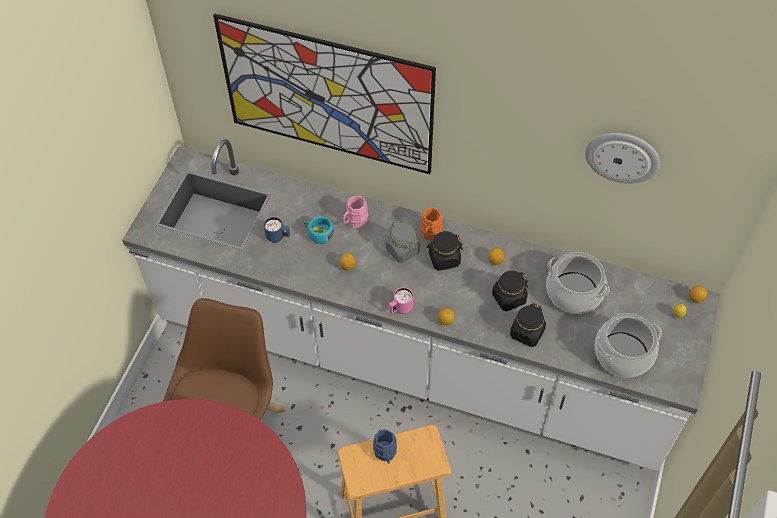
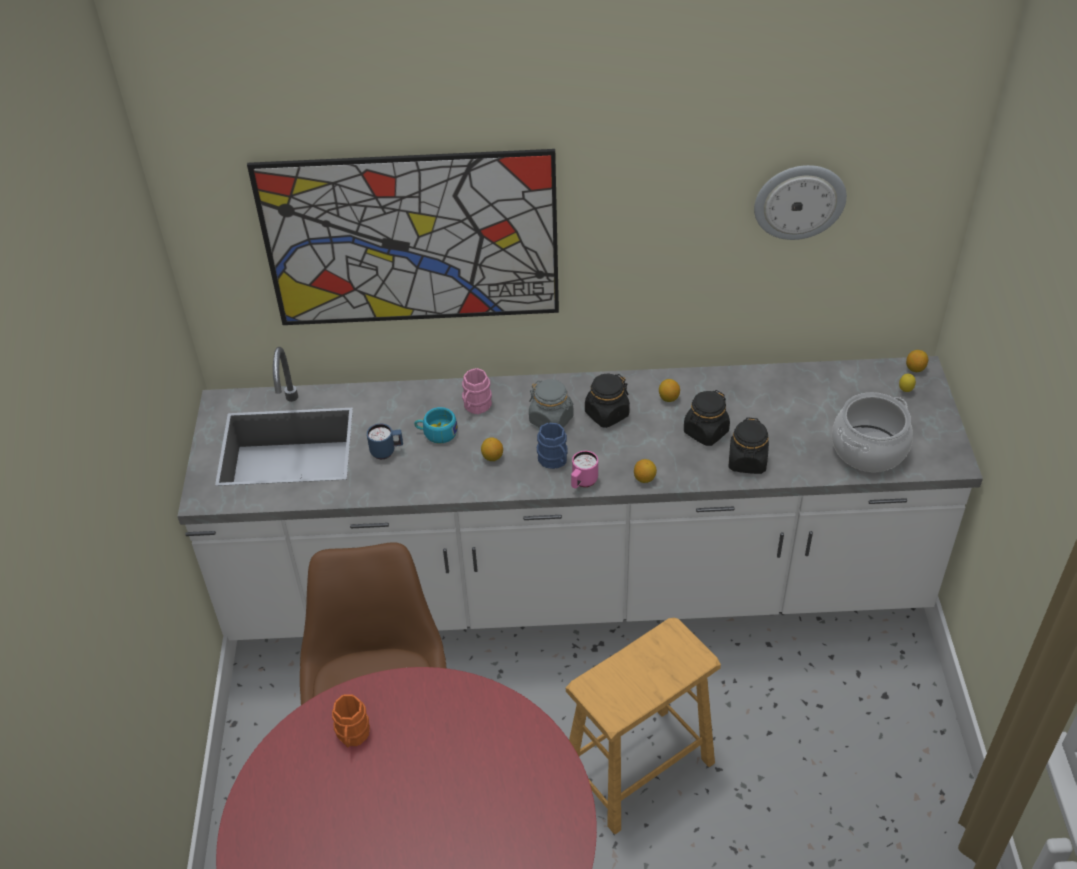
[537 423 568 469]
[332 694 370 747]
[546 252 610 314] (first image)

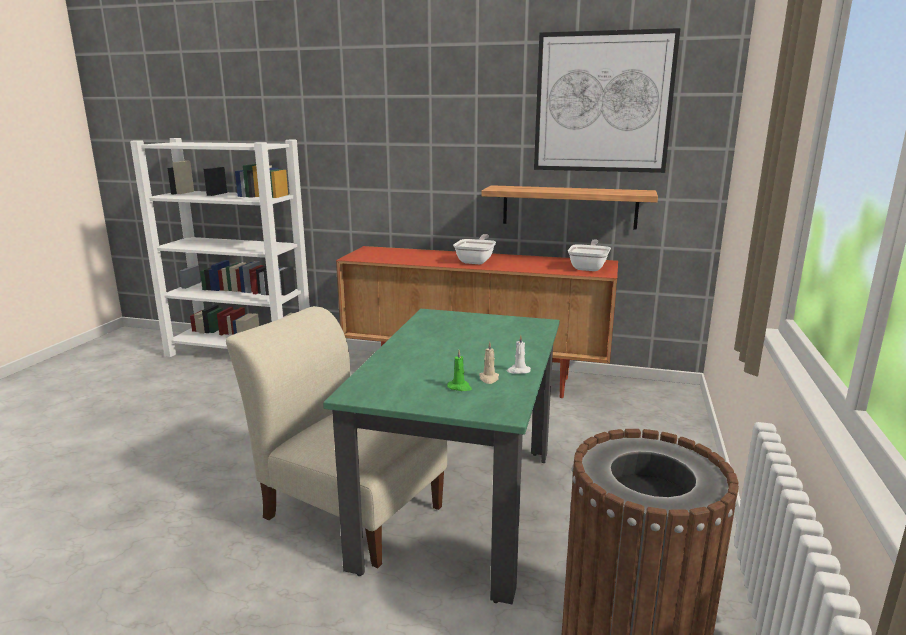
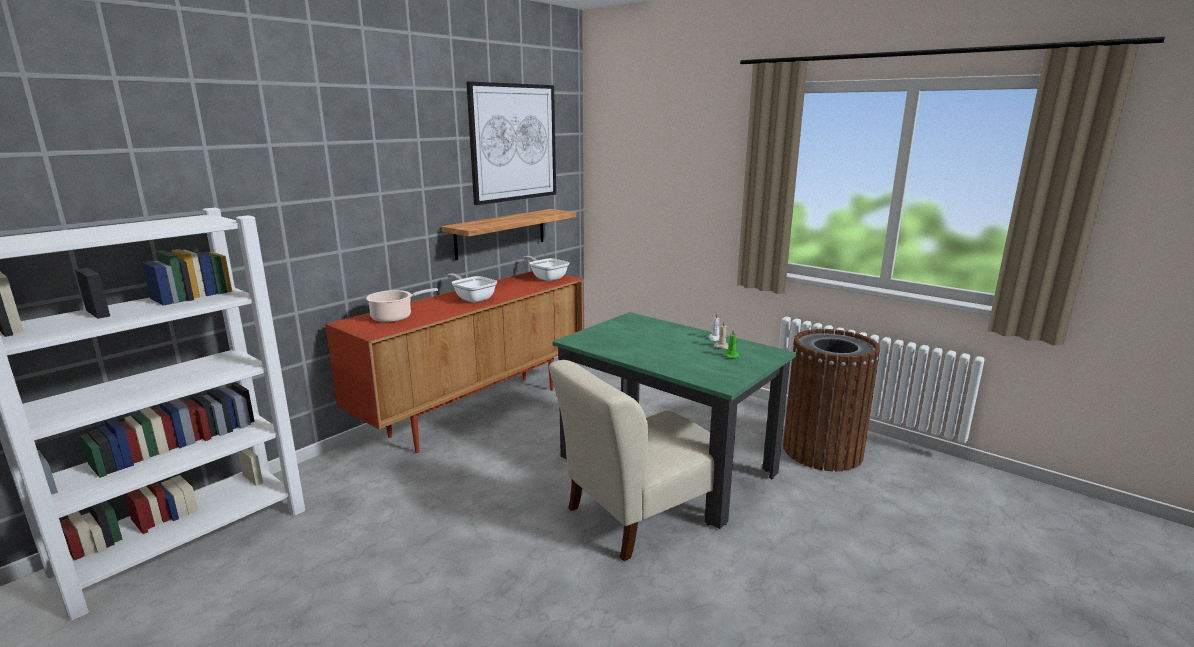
[366 288 438 322]

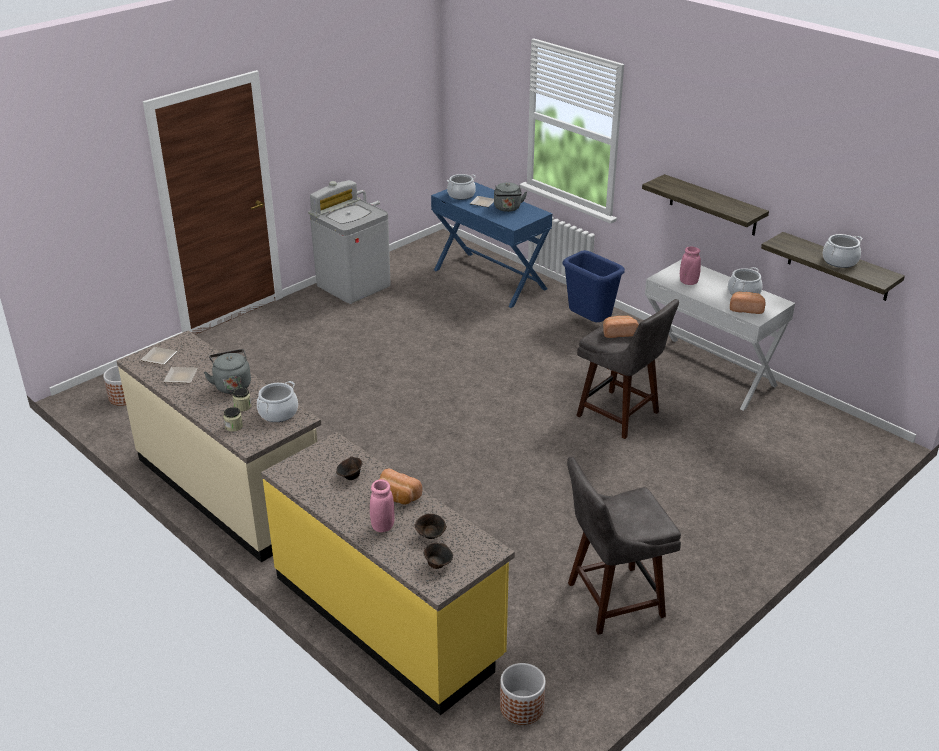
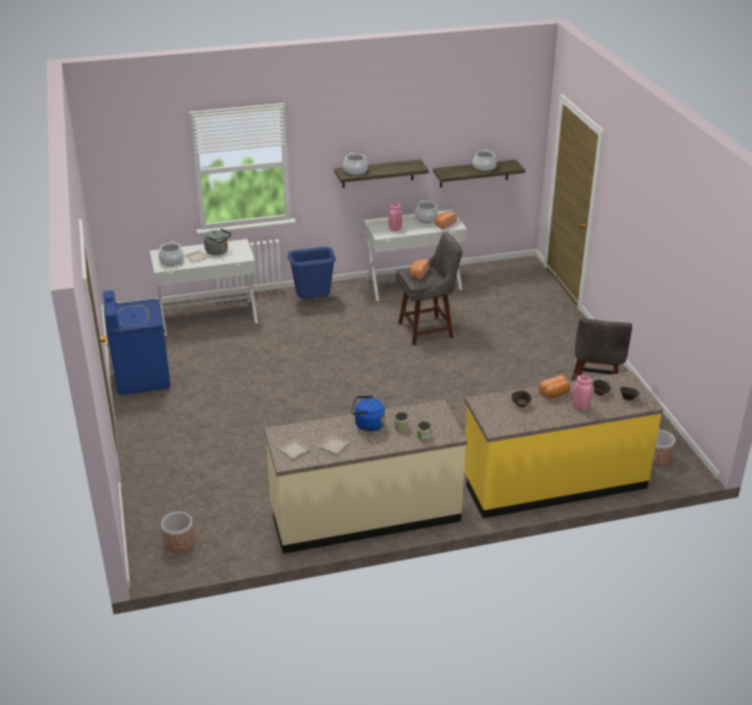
[351 395 385 432]
[343 152 368 175]
[103 290 170 395]
[150 239 258 336]

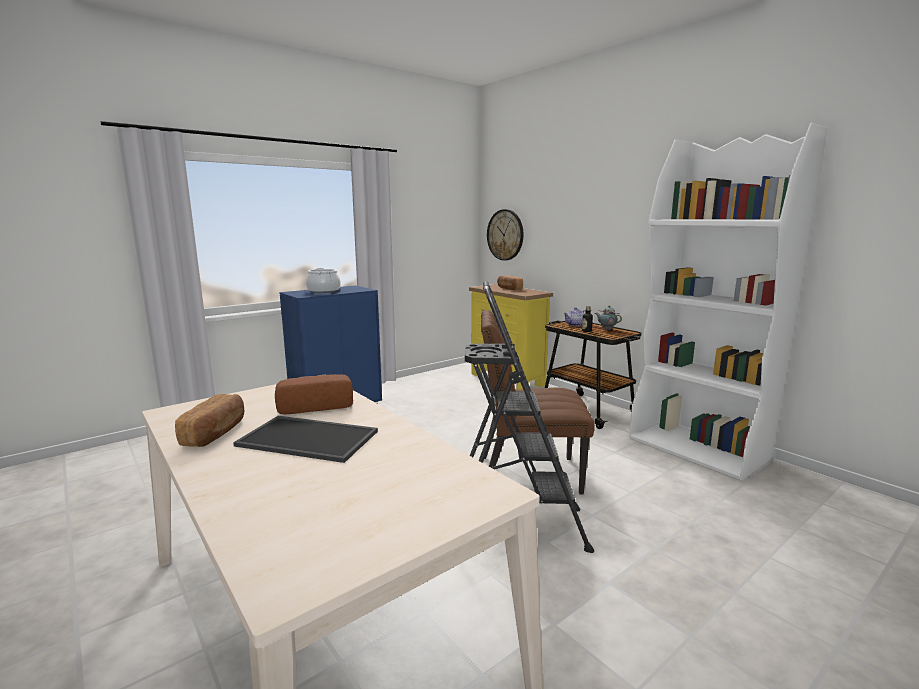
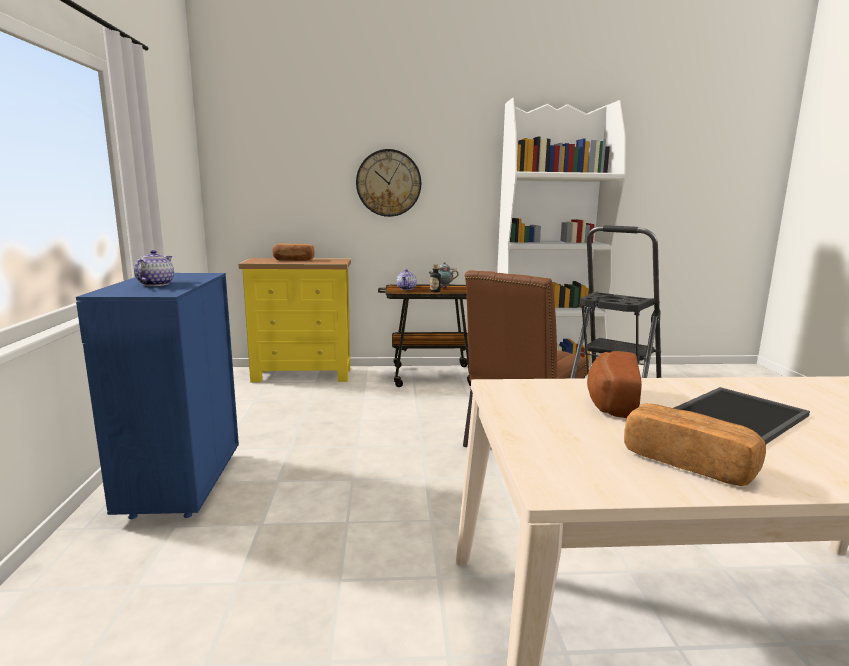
[134 250 174 286]
[356 149 421 217]

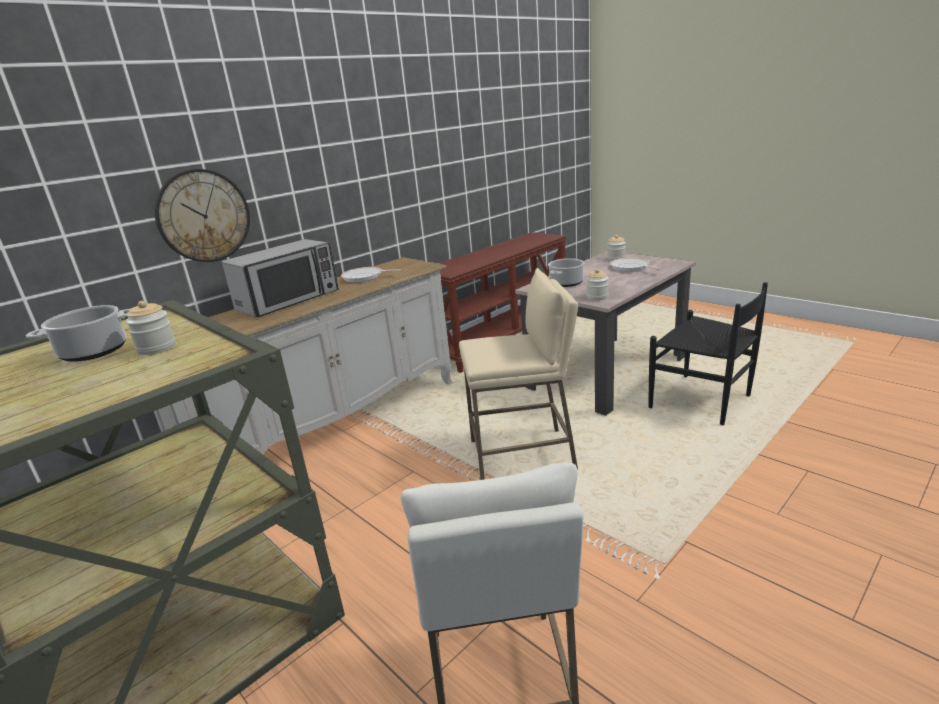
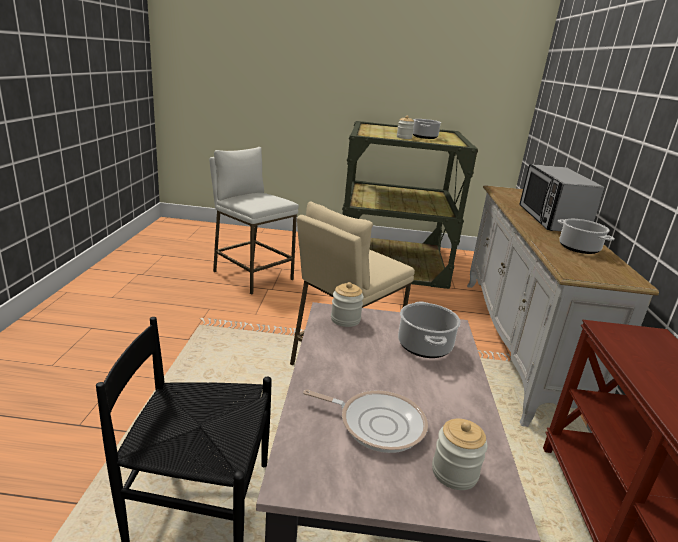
[155 169 250 262] (first image)
[558 219 615 254]

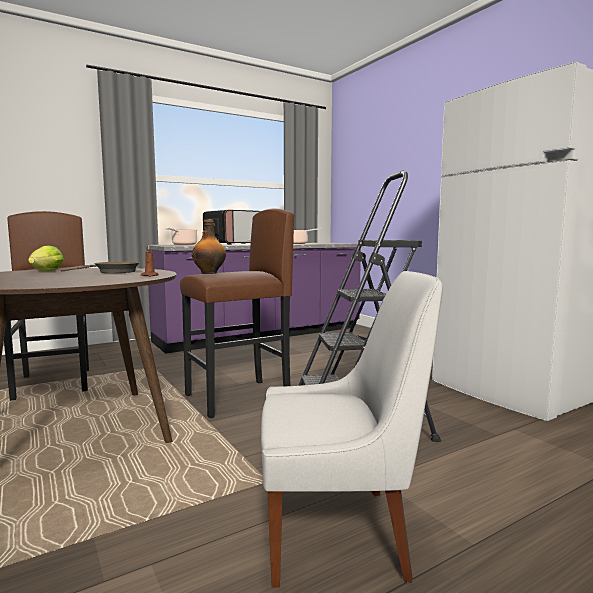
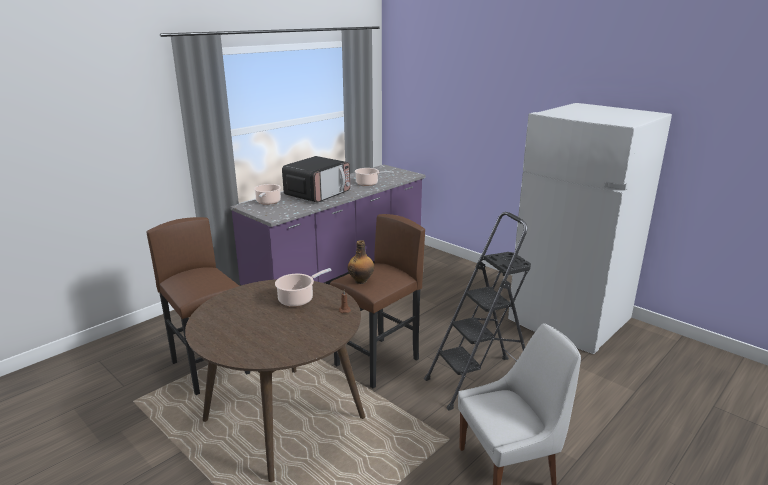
[28 245 64 271] (first image)
[275 268 332 307]

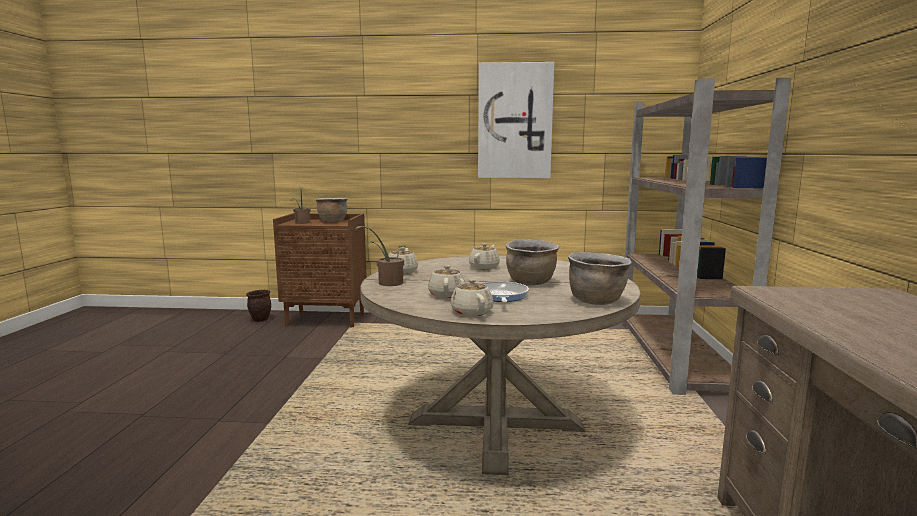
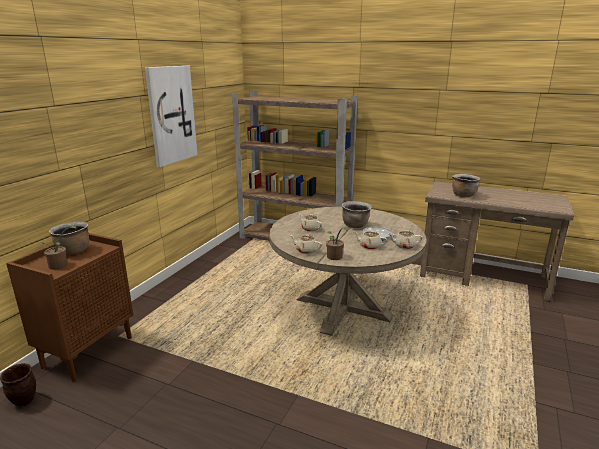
[452 174 480 197]

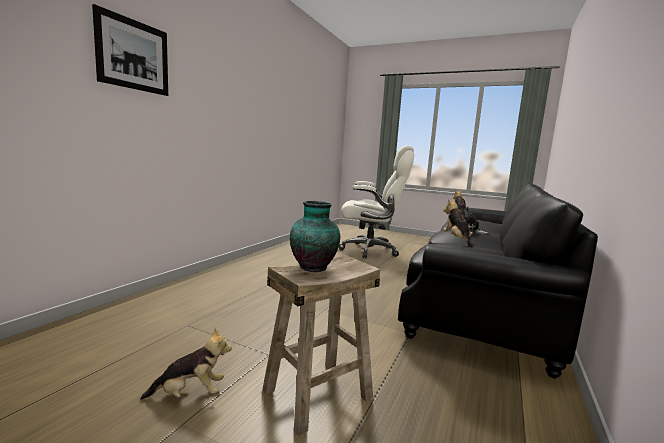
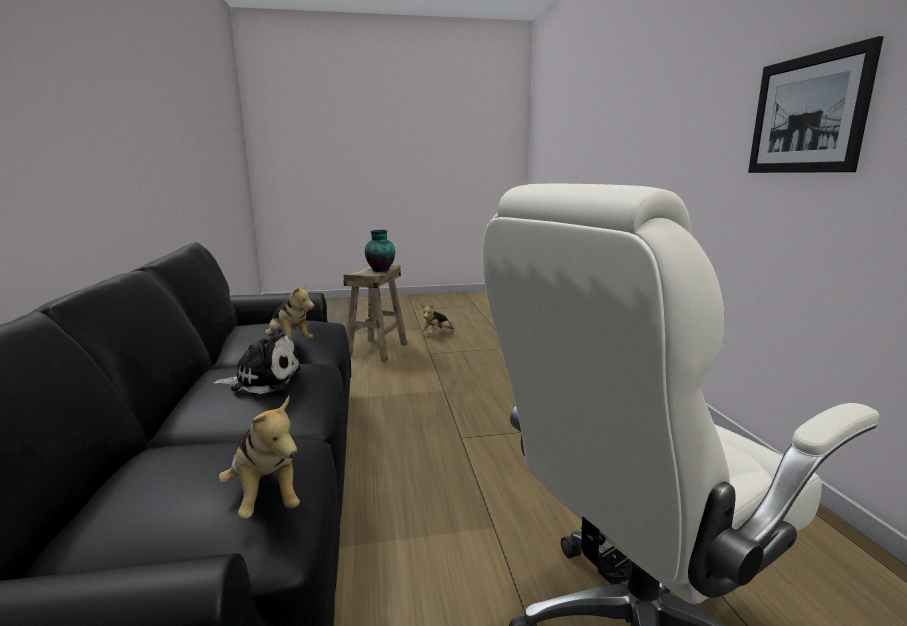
[748 36 883 173]

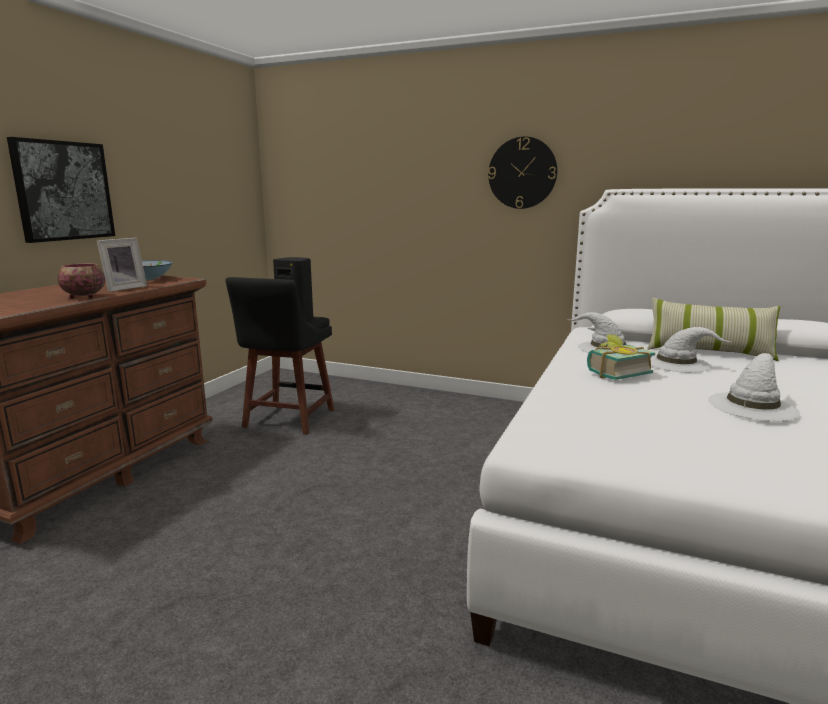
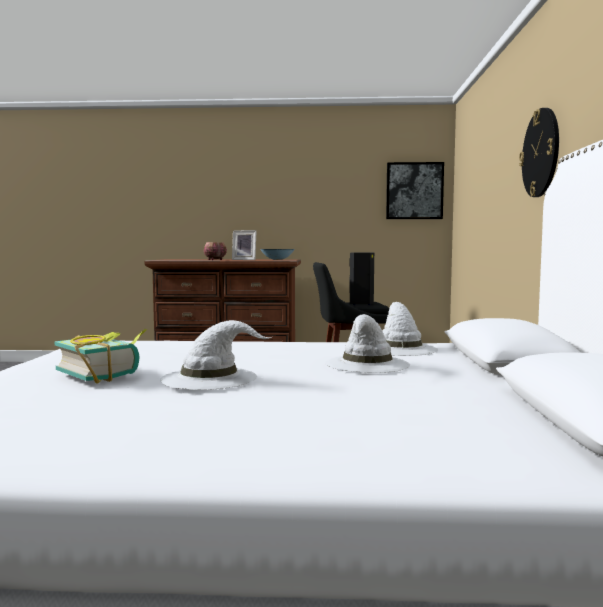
[386 162 444 219]
[55 329 147 384]
[647 297 780 361] (first image)

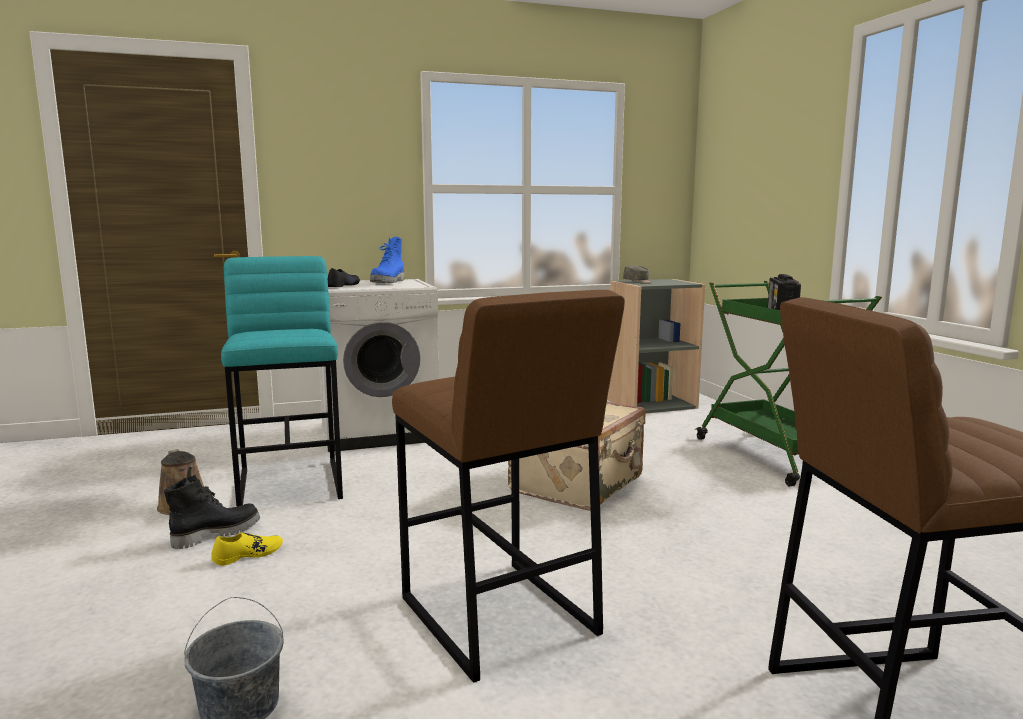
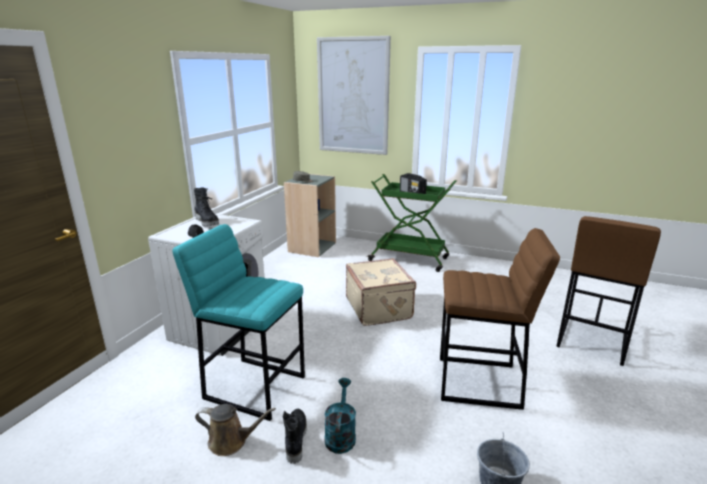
[324 378 356 454]
[194 187 219 227]
[317 36 391 155]

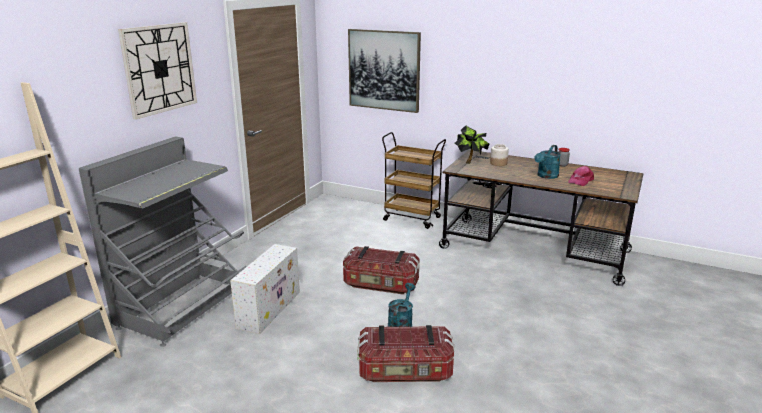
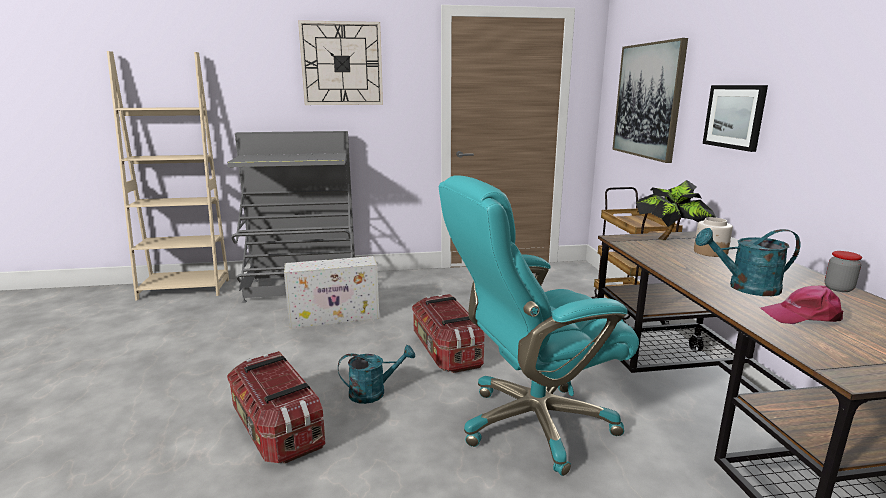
[439 175 639 476]
[703 85 768 152]

